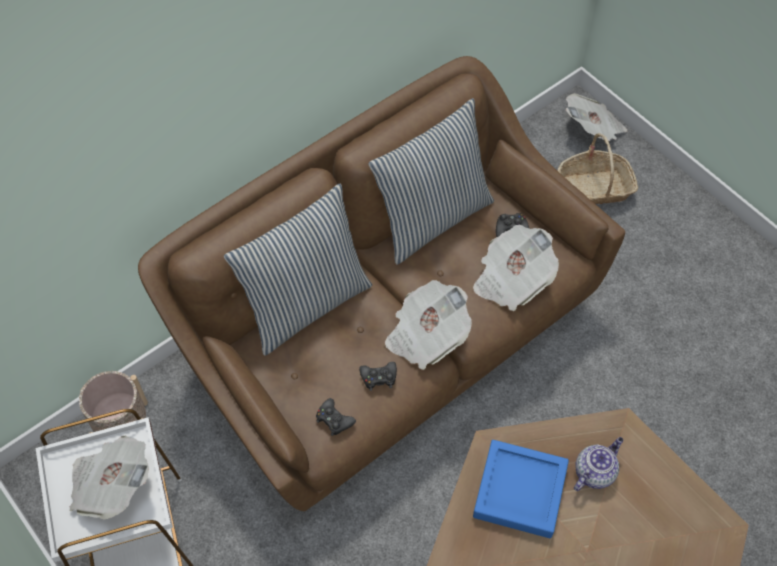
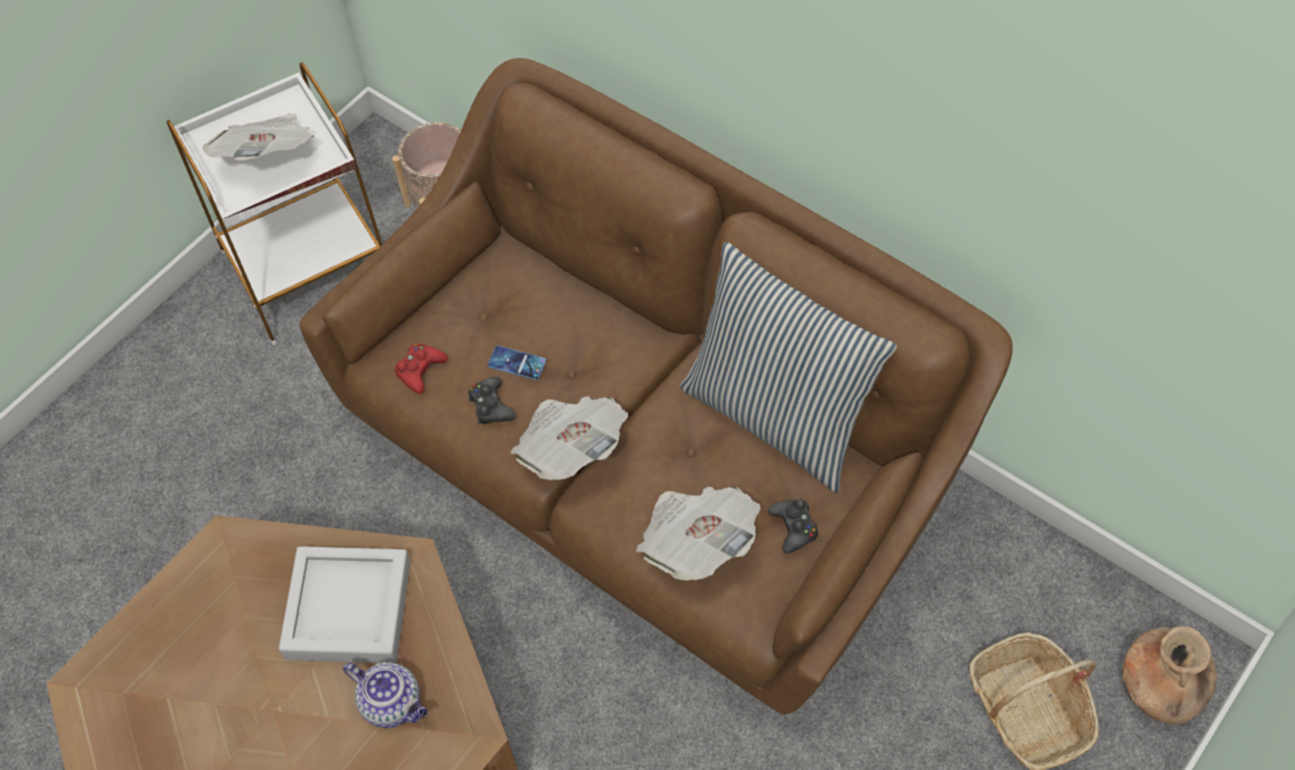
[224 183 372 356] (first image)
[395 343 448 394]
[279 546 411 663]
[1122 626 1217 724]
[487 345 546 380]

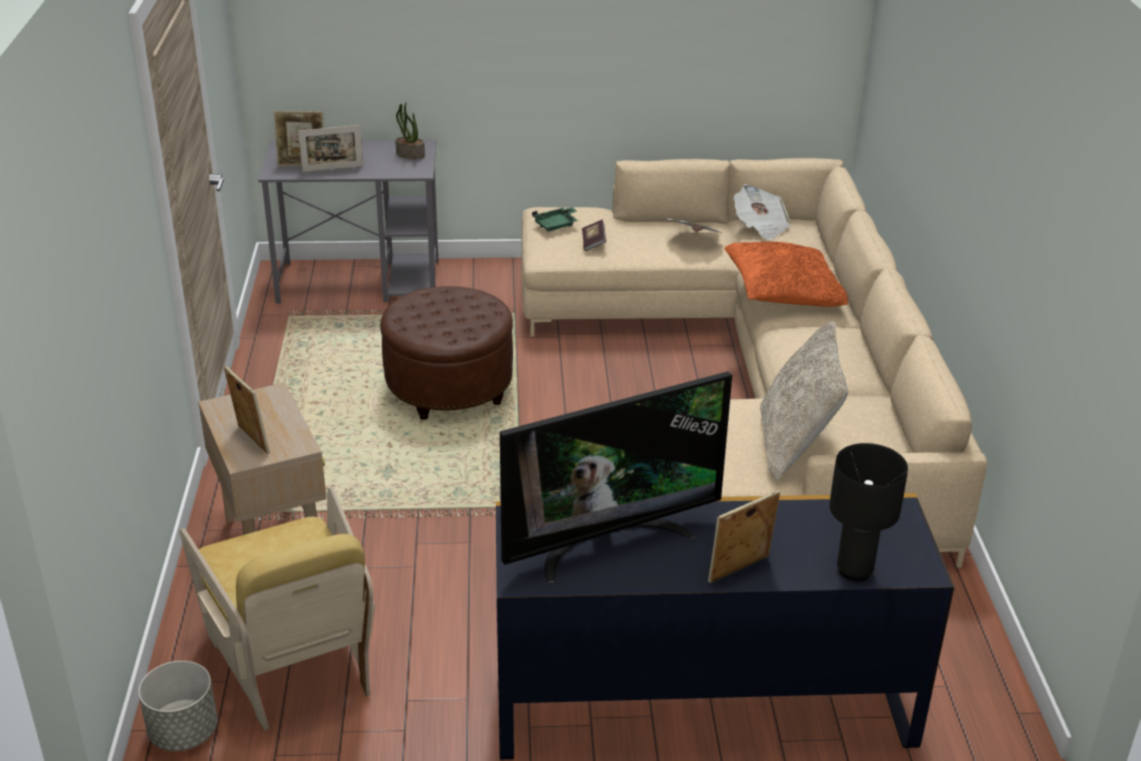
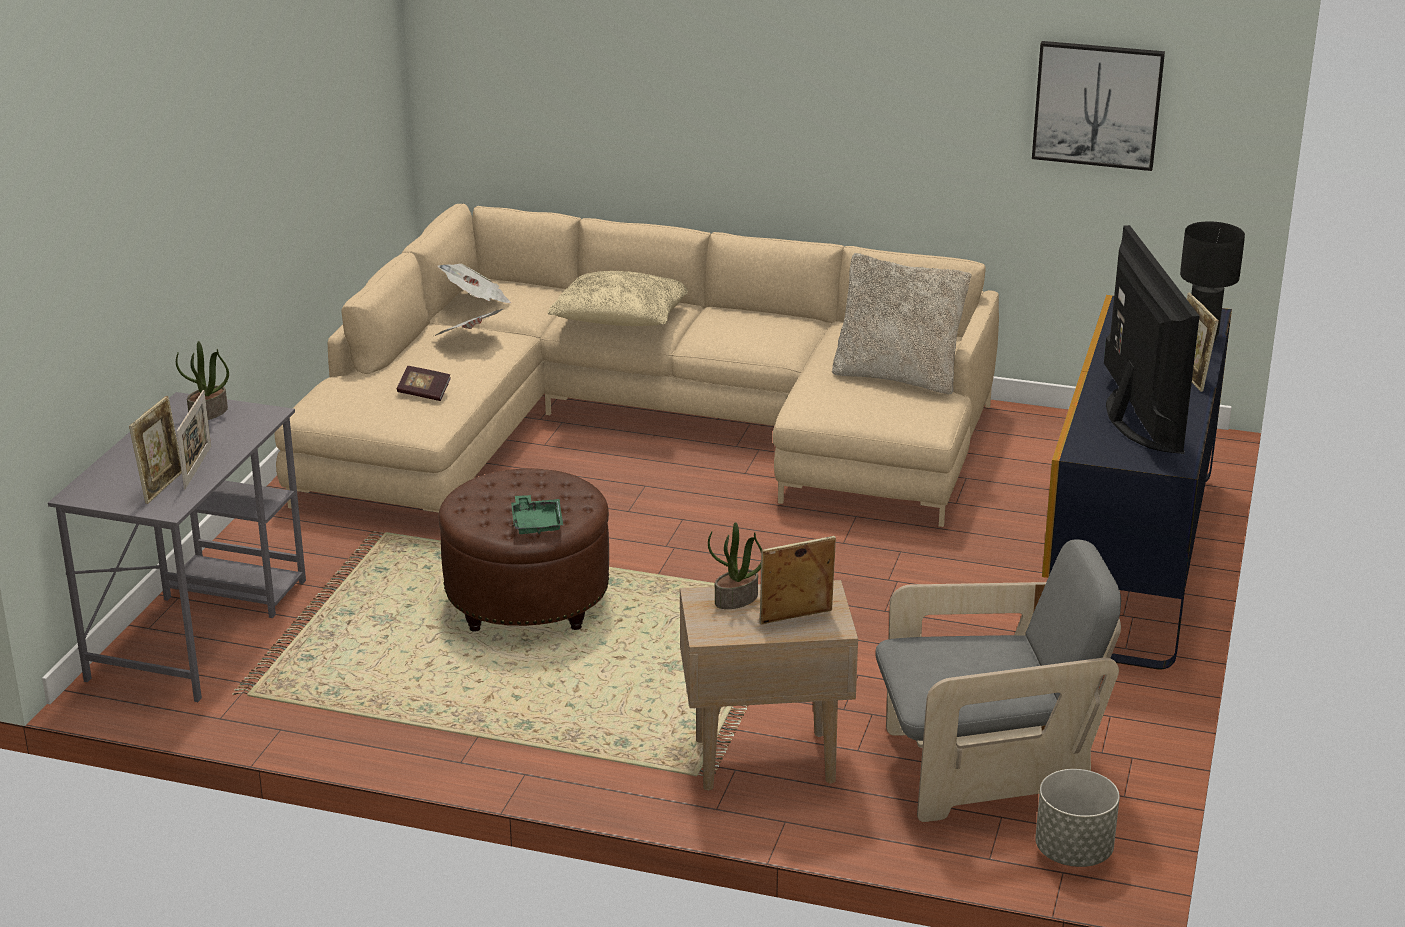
[875 540 1121 822]
[511 495 563 534]
[547 271 688 326]
[708 522 762 609]
[1032 41 1165 171]

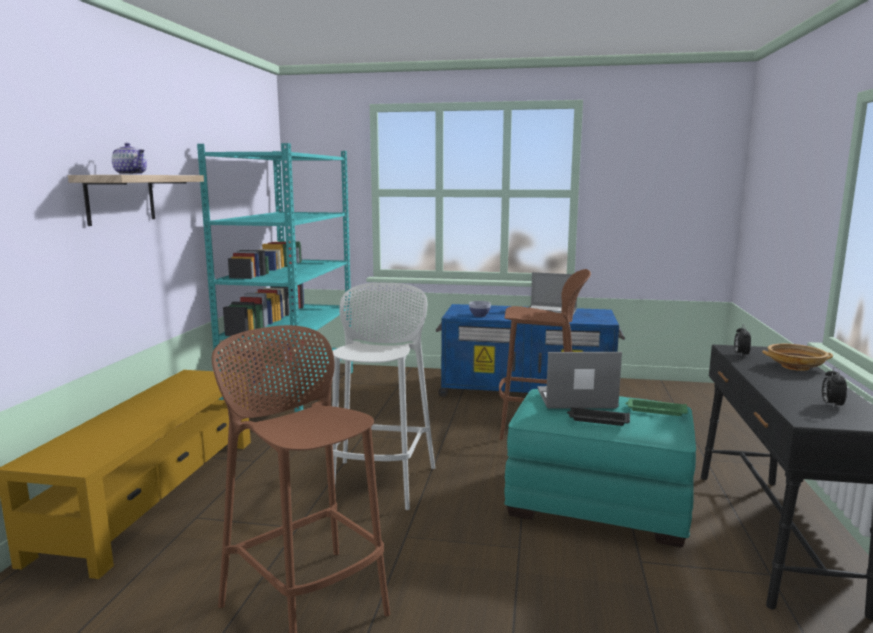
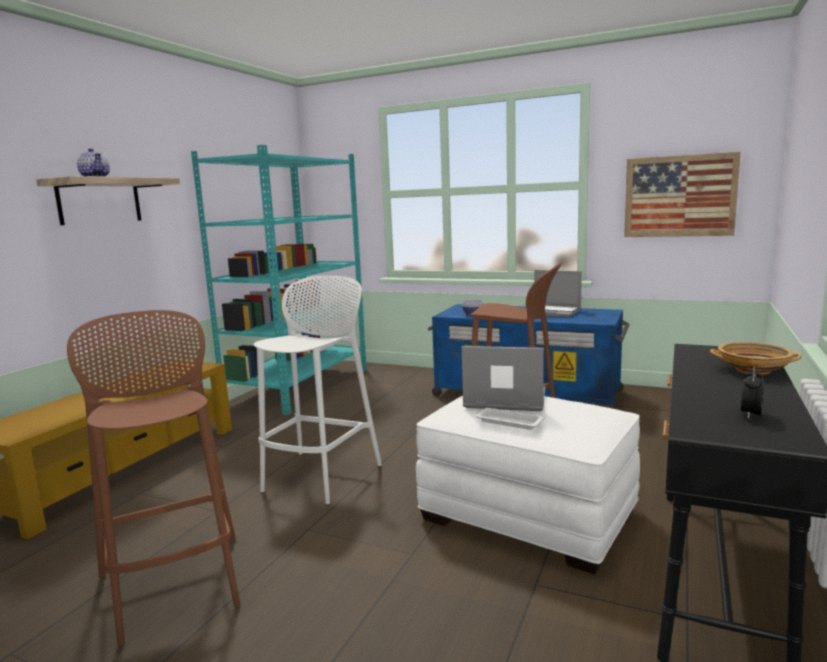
[416 396 640 574]
[476 408 545 430]
[625 399 688 416] (first image)
[734 325 751 357] (first image)
[624 152 741 237]

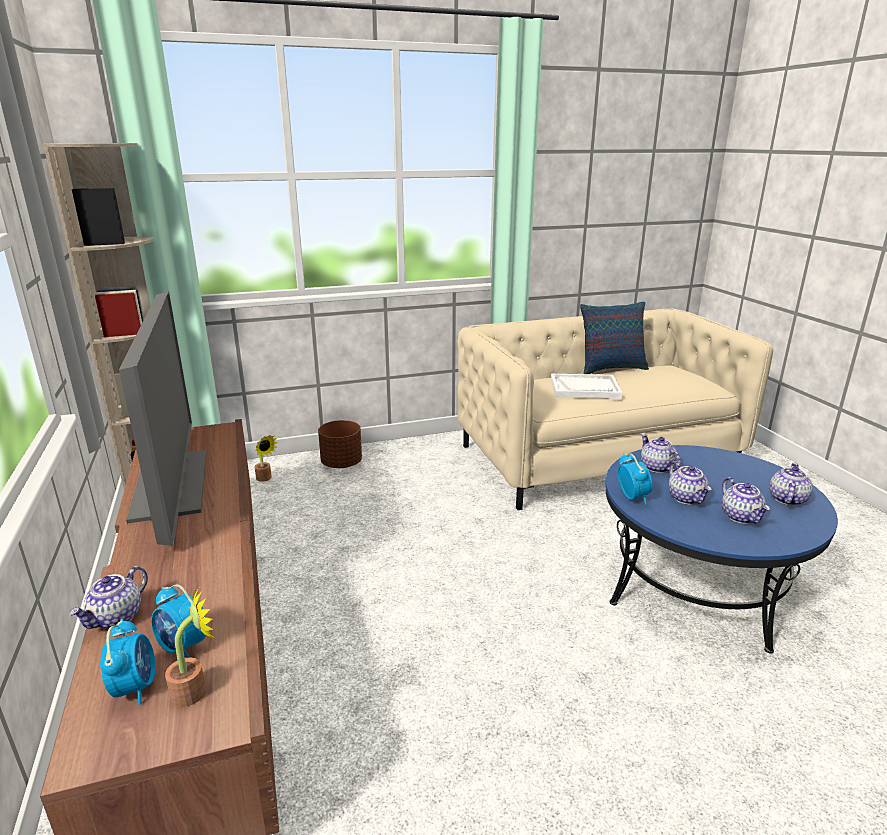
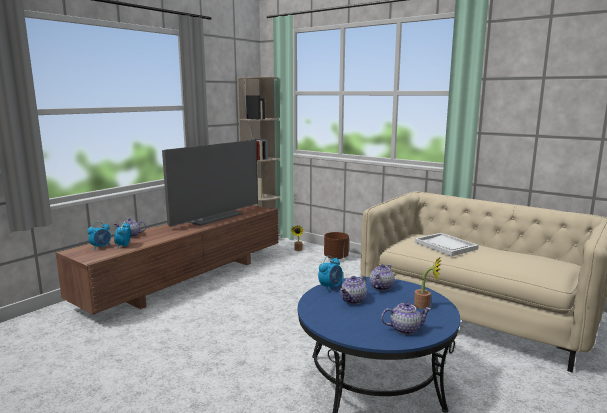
[414 258 442 309]
[580 302 649 374] (first image)
[722 477 770 524] (first image)

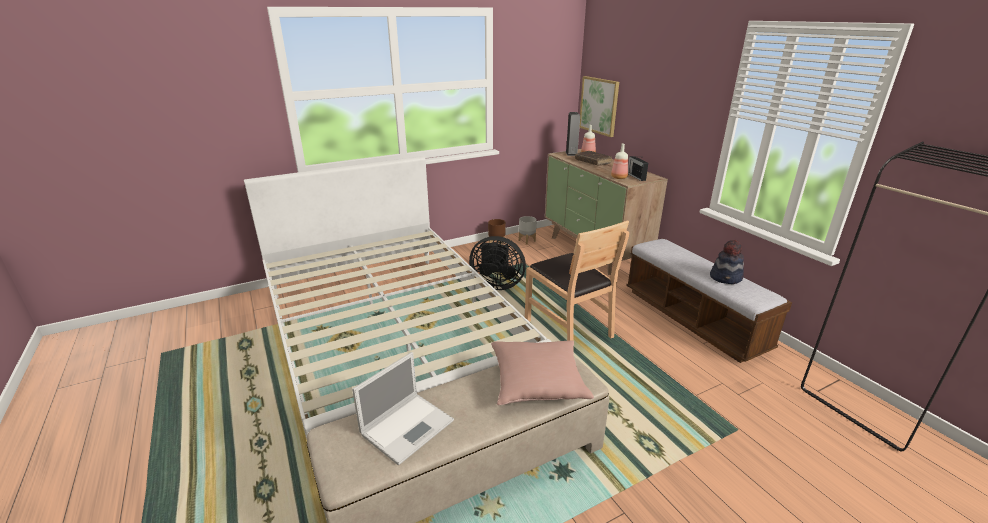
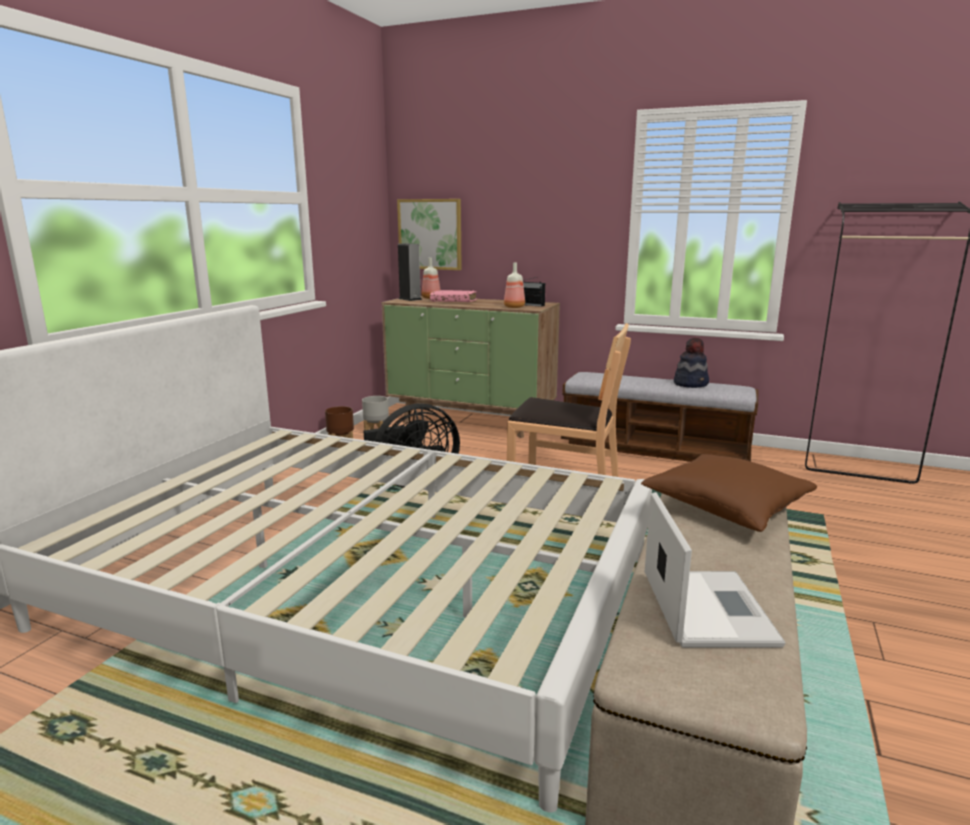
[641 454 817 532]
[430 290 477 302]

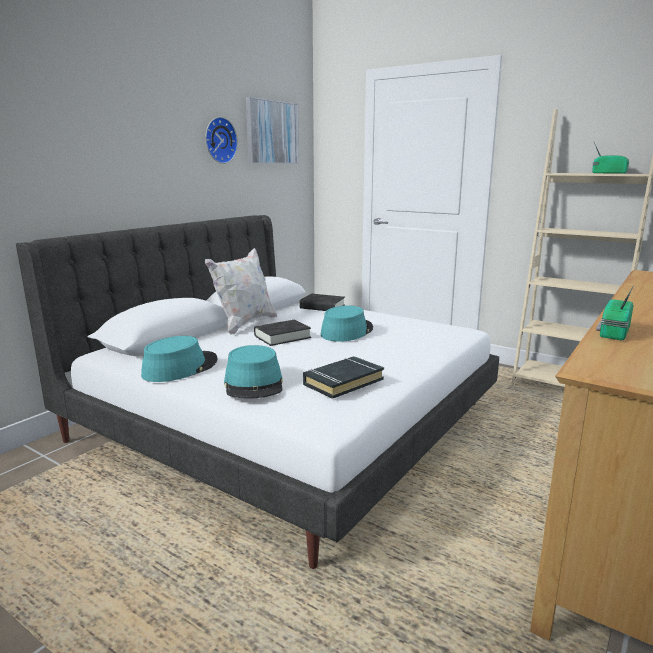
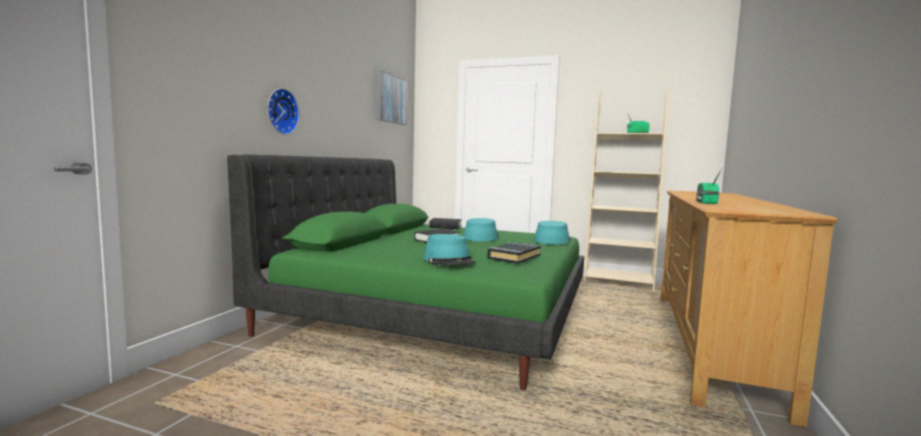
[227 154 584 390]
[534 221 571 245]
[267 88 299 135]
[205 248 277 334] (first image)

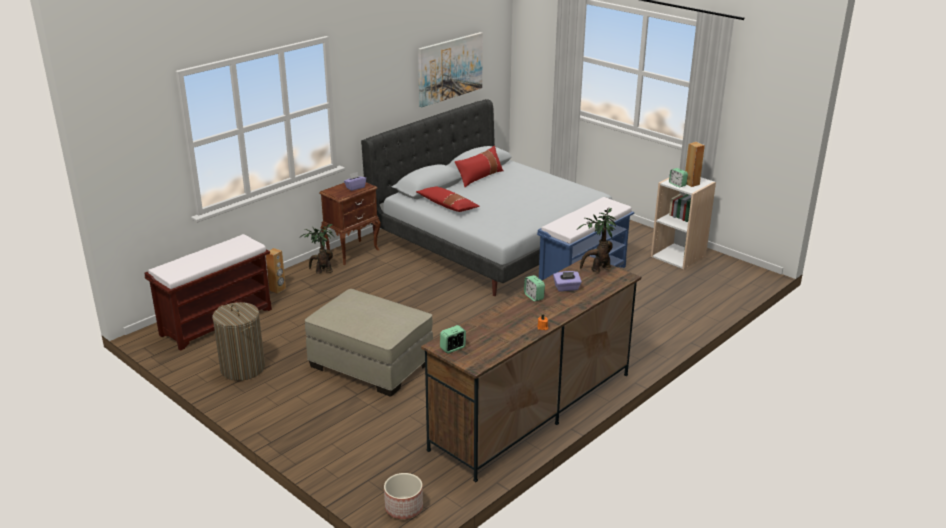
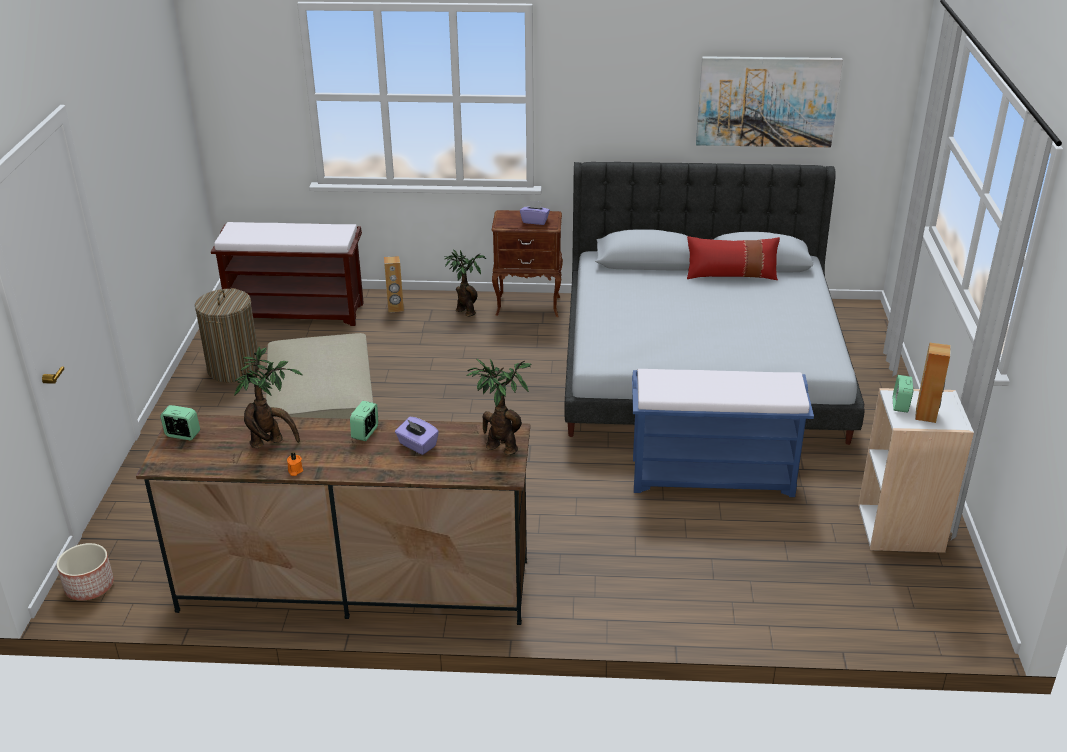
[416 187 480 212] (first image)
[234 346 302 448]

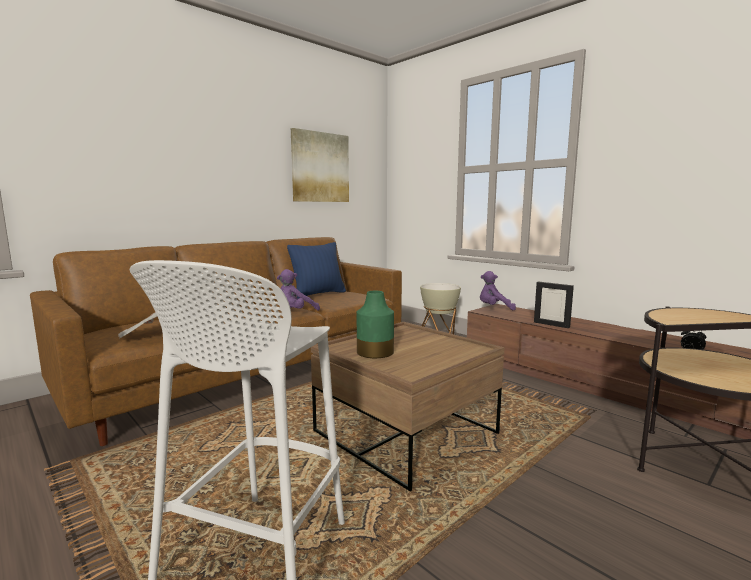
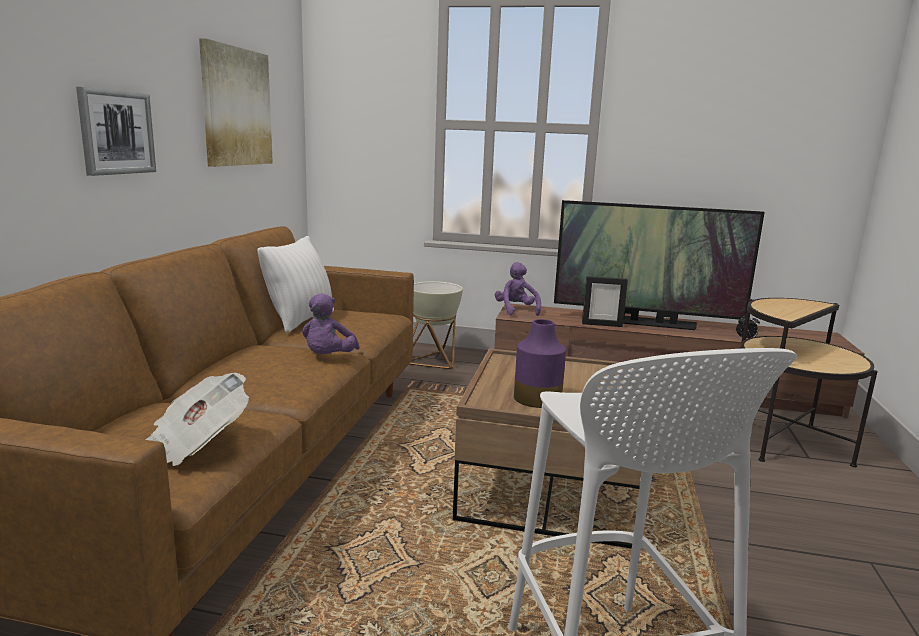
[257 236 334 333]
[514 319 566 408]
[495 262 541 316]
[76 87 156 176]
[554 200 765 330]

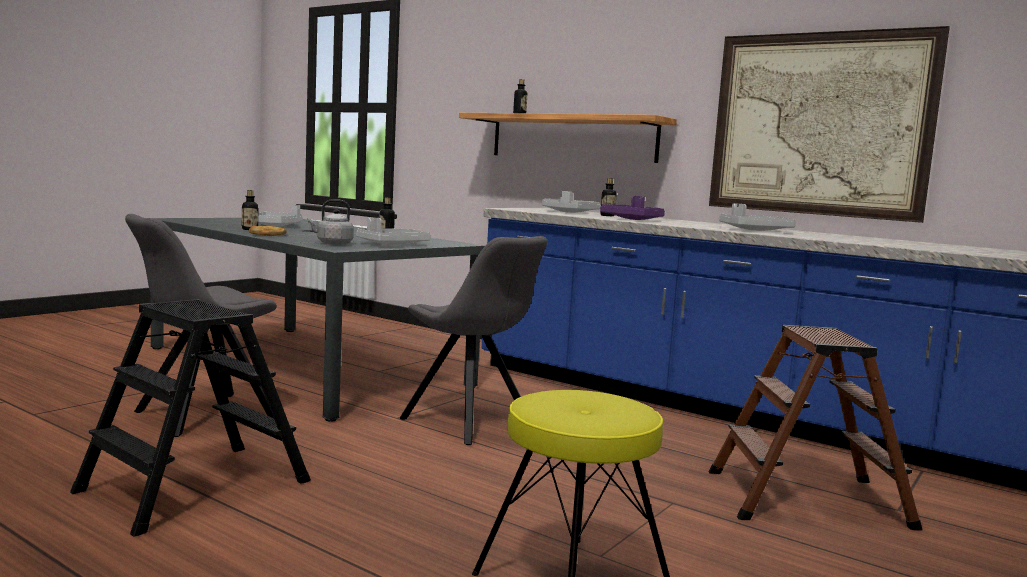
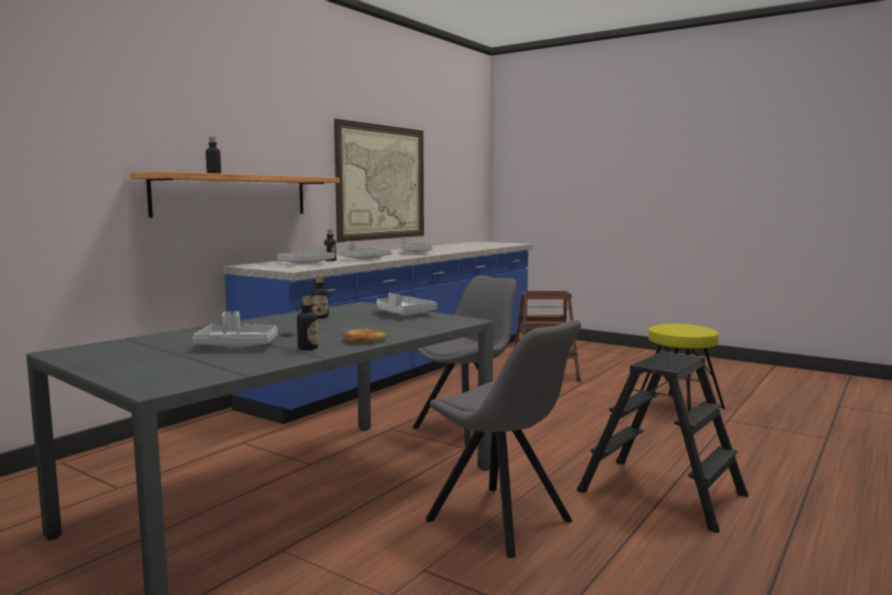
[307 199 354 245] (first image)
[339 241 392 259]

